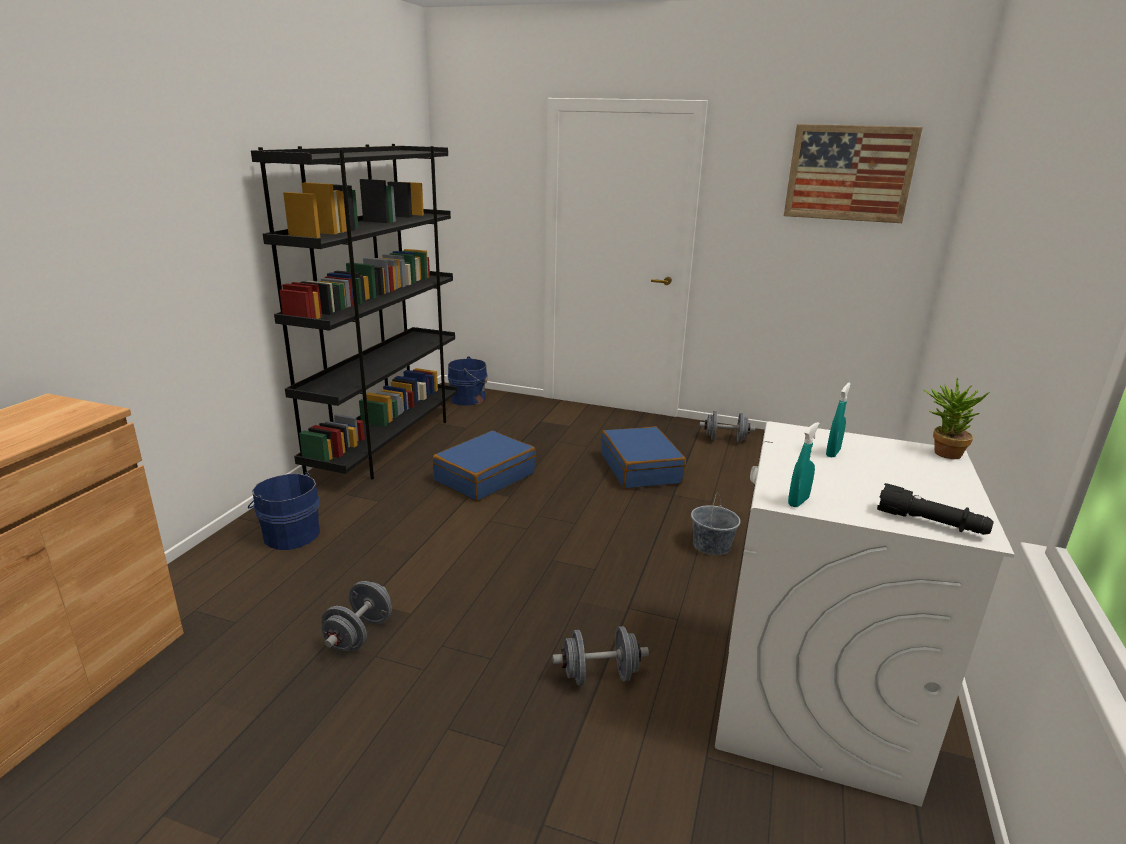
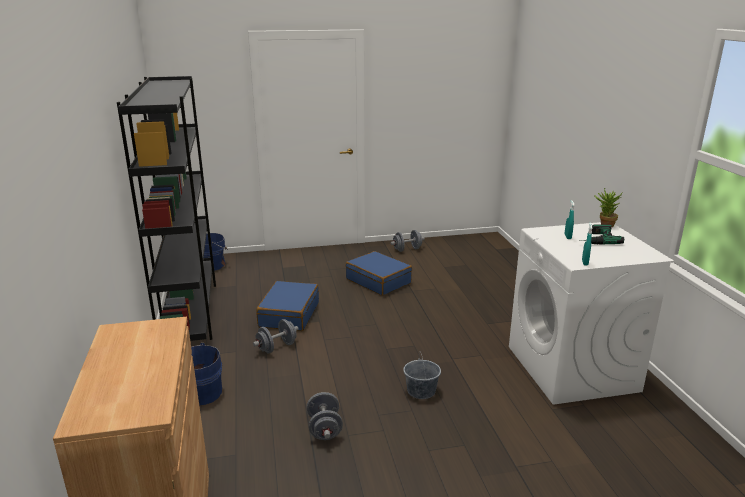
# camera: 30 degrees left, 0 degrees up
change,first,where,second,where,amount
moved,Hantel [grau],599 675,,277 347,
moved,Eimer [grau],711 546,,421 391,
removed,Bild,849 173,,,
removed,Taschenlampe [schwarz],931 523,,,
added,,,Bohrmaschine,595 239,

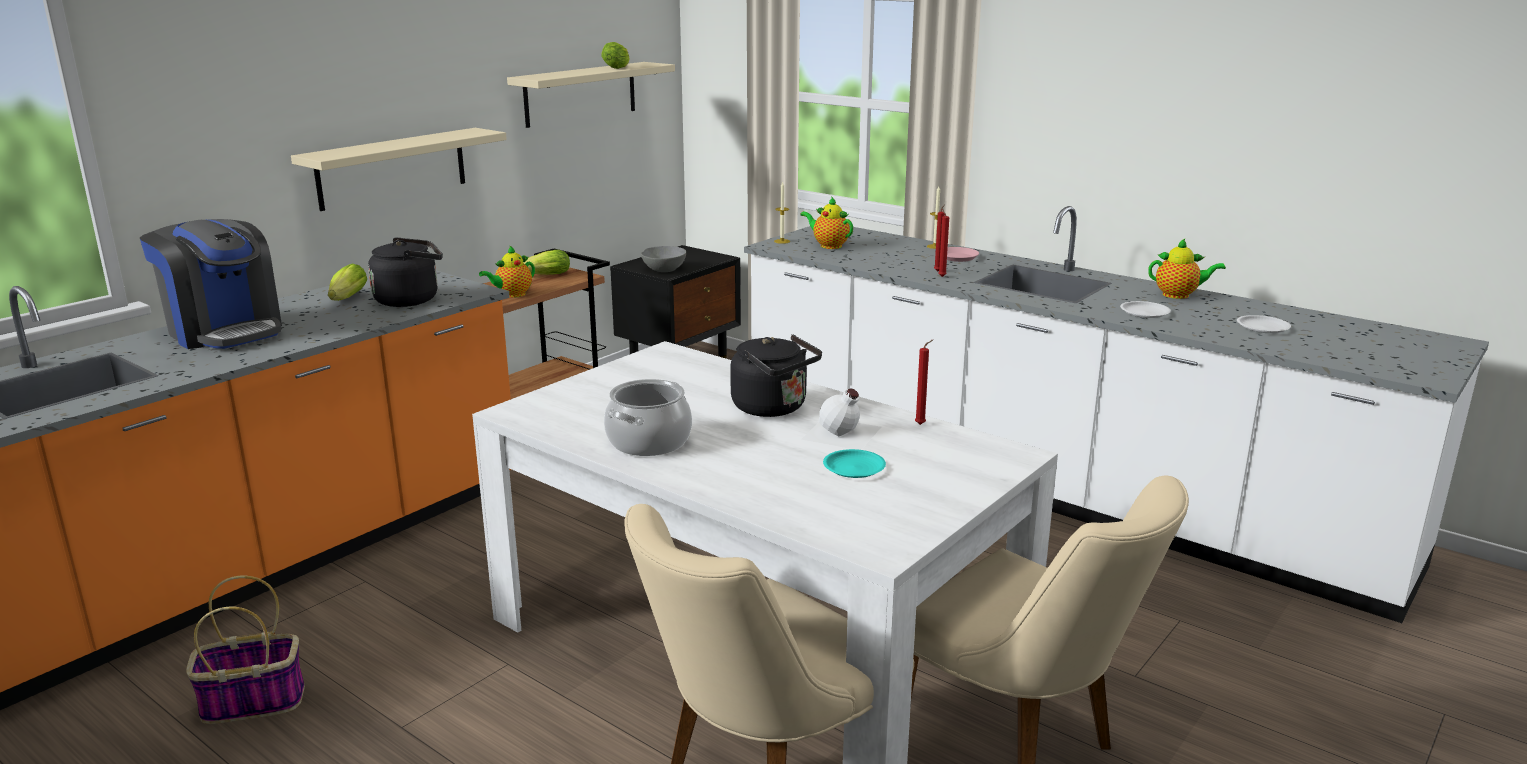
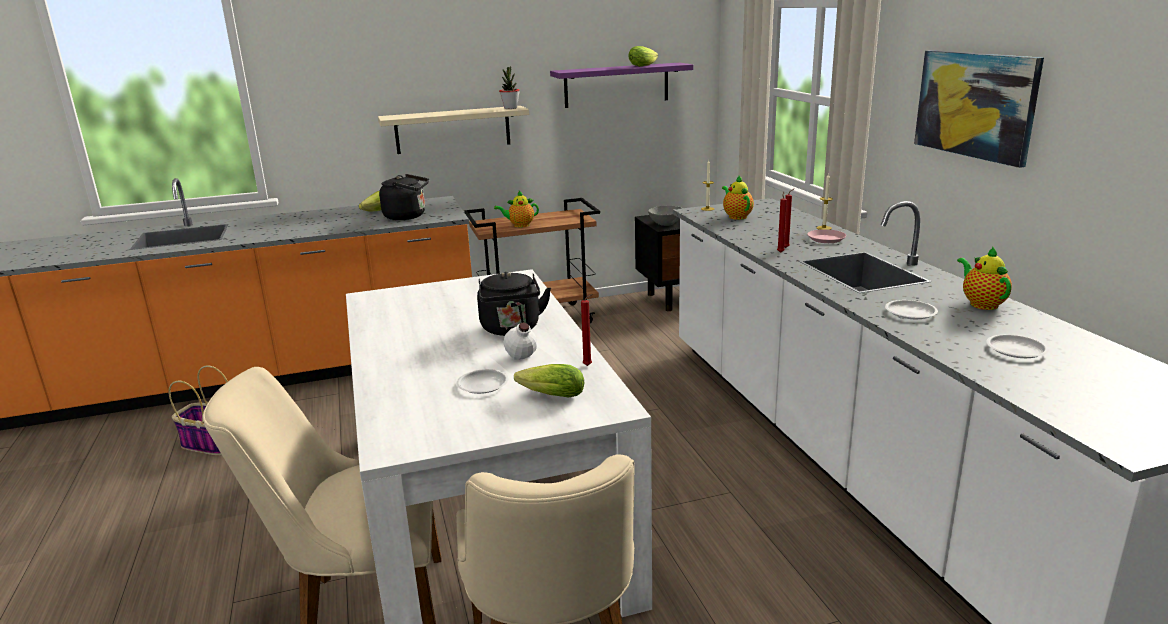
# camera: 35 degrees right, 0 degrees up
change,first,where,second,where,amount
removed,Kaffeemaschine,225 331,,,
recoloured,Wandregal [beige],580 94,Wandregal [lila],616 85,
moved,Salatkopf,544 276,,549 395,
removed,Kochtopf,648 441,,,
recoloured,Teller [türkis],854 468,Teller [weiß],483 385,
turned,Teekanne,1179 295,,981 304,150 degrees counterclockwise
added,,,Topfpflanze,510 108,
added,,,Bild,975 105,

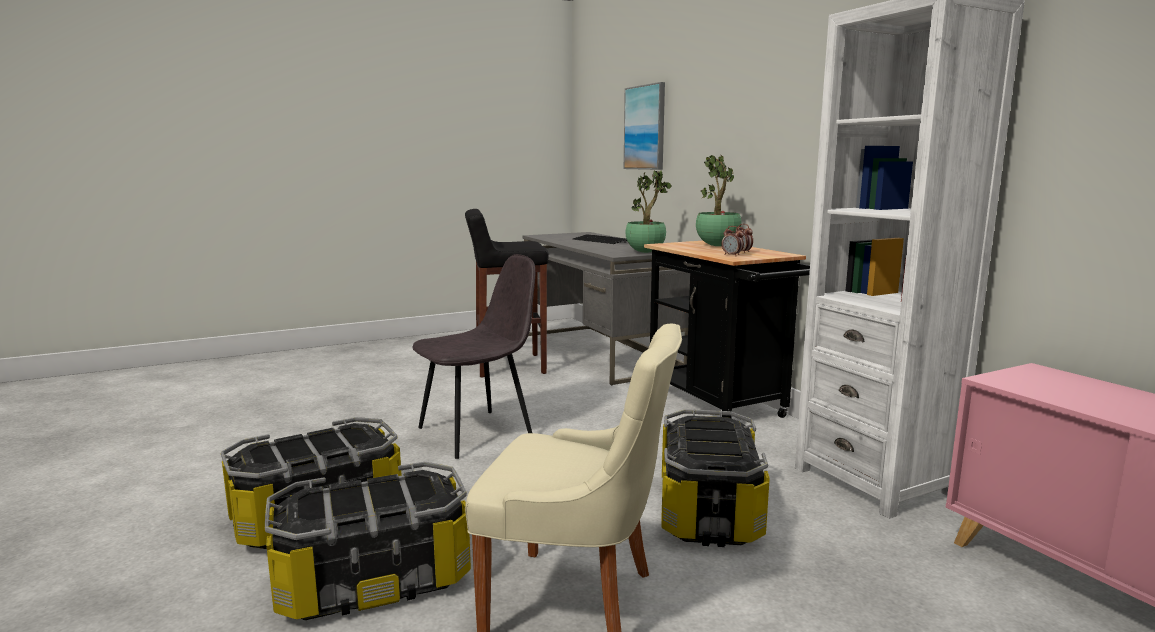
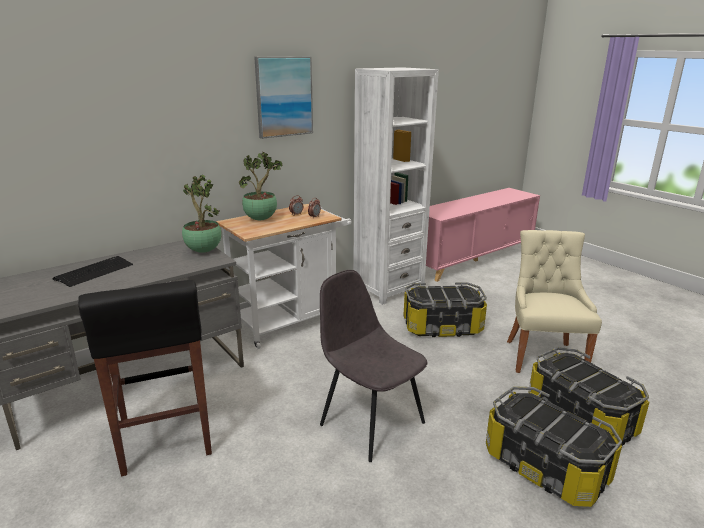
# camera: 100 degrees left, 10 degrees up
change,first,where,second,where,amount
moved,Bild,645 128,,284 96,
recoloured,Rollwagen [schwarz],720 406,Rollwagen [weiß],290 321,

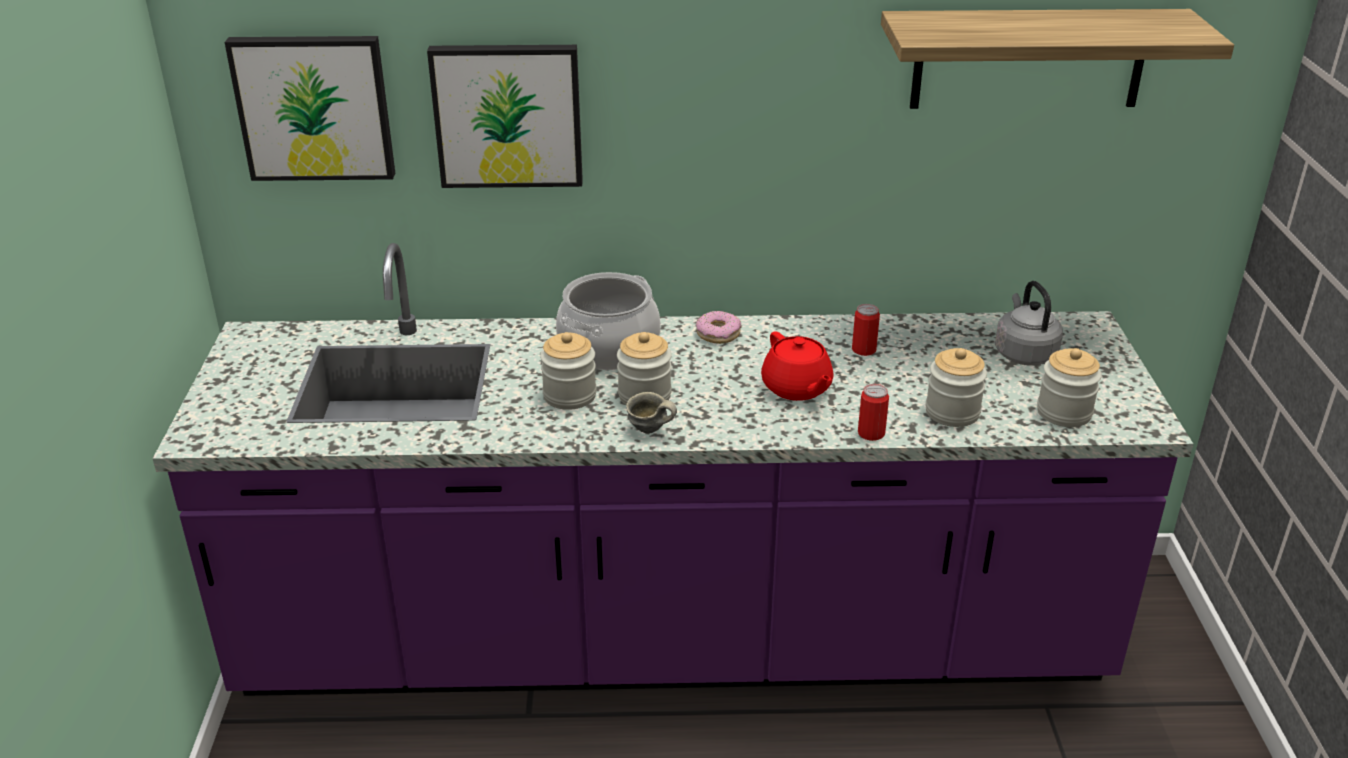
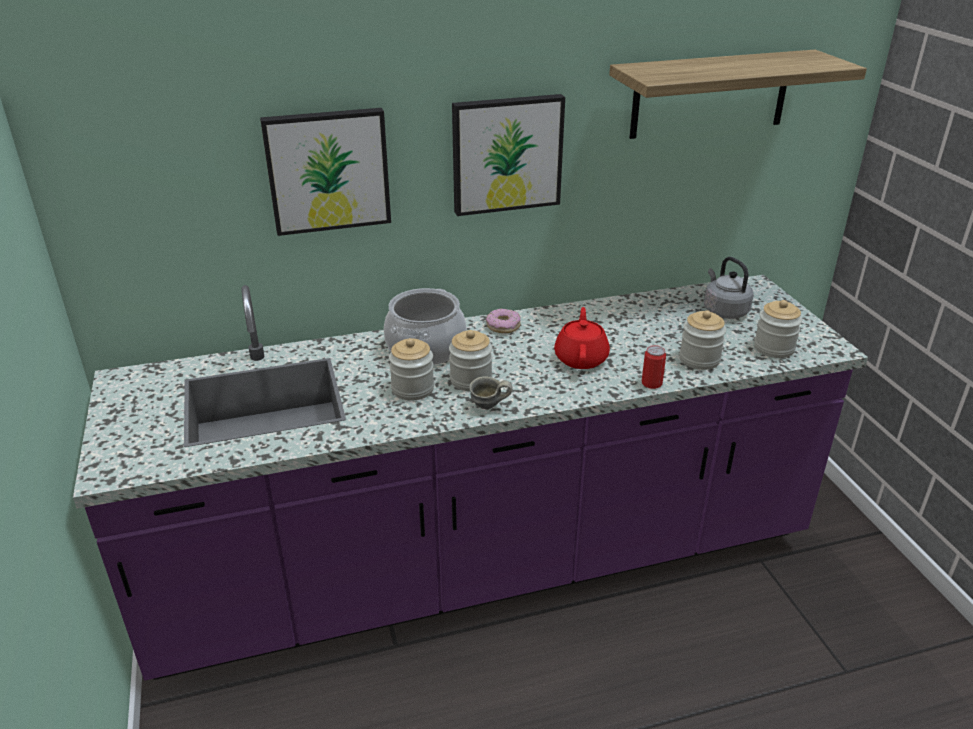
# camera: 15 degrees left, 0 degrees up
change,first,where,second,where,amount
moved,Bild,314 107,,506 154,
turned,Teekanne [rot],797 388,,581 358,135 degrees counterclockwise
removed,Dose,864 350,,,

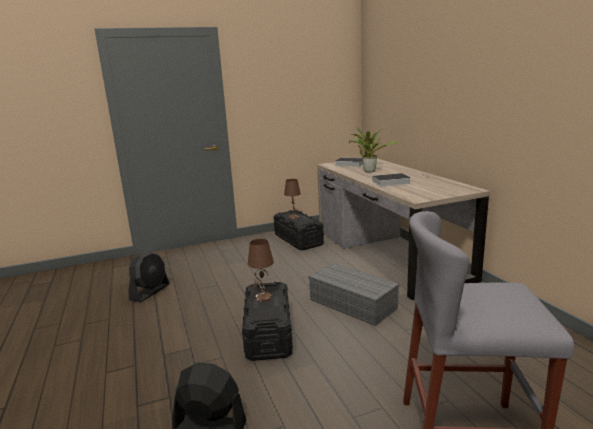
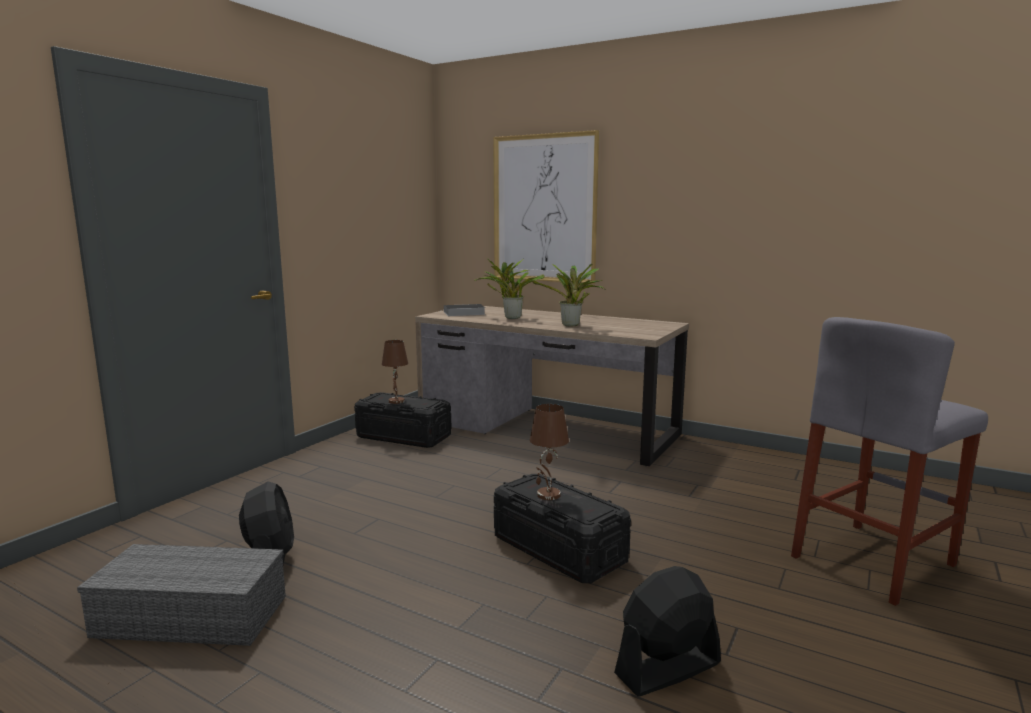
# camera: 40 degrees left, 5 degrees down
change,first,where,second,where,amount
moved,Aufbewahrungsbox [grau],354 304,,195 615,
replaced,Buch,390 182,Topfpflanze,571 325,
added,,,Bild,544 209,

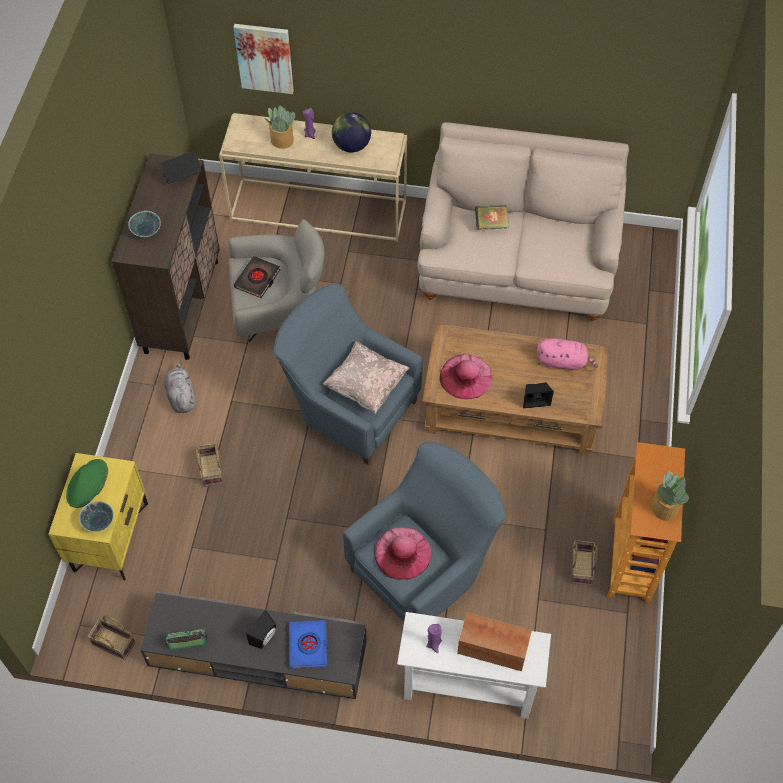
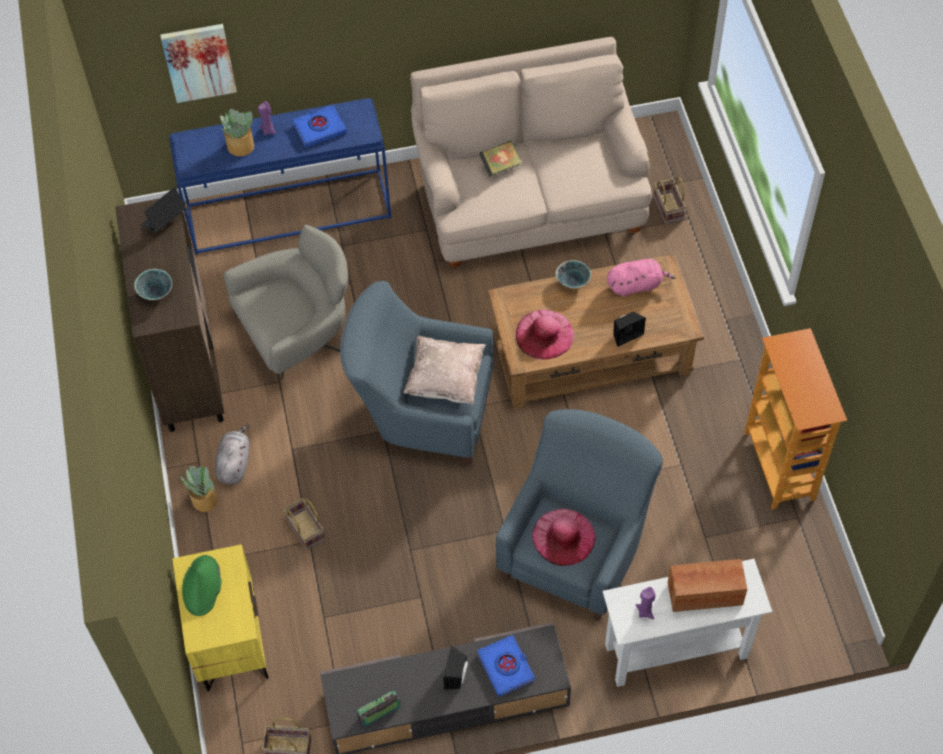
# camera: 20 degrees left, 0 degrees up
change,first,where,second,where,amount
moved,Schüssel,99 523,,573 282,
turned,Plüschtier [grau],181 396,,234 463,45 degrees clockwise
recoloured,Konsolentisch [beige],319 210,Konsolentisch [blau],290 210,
removed,Buch [schwarz],257 279,,,
replaced,Globus,351 145,Buch [blau],319 128,
moved,Korb,580 566,,667 207,
moved,Topfpflanze,664 508,,204 500,

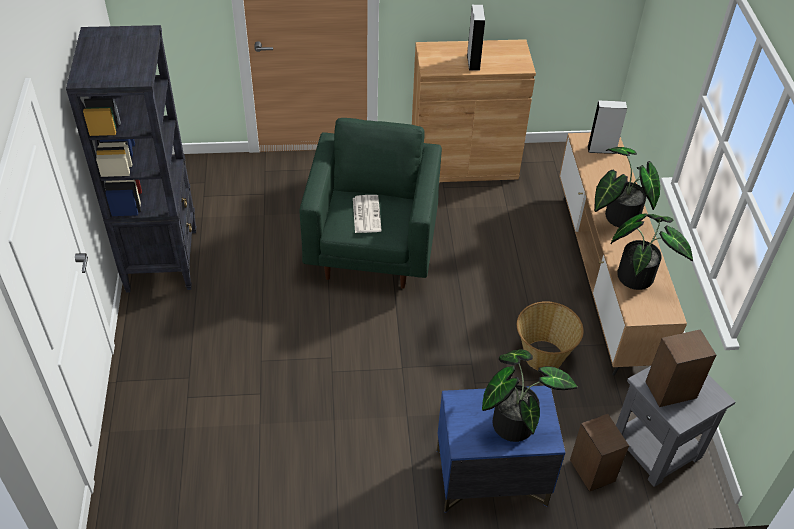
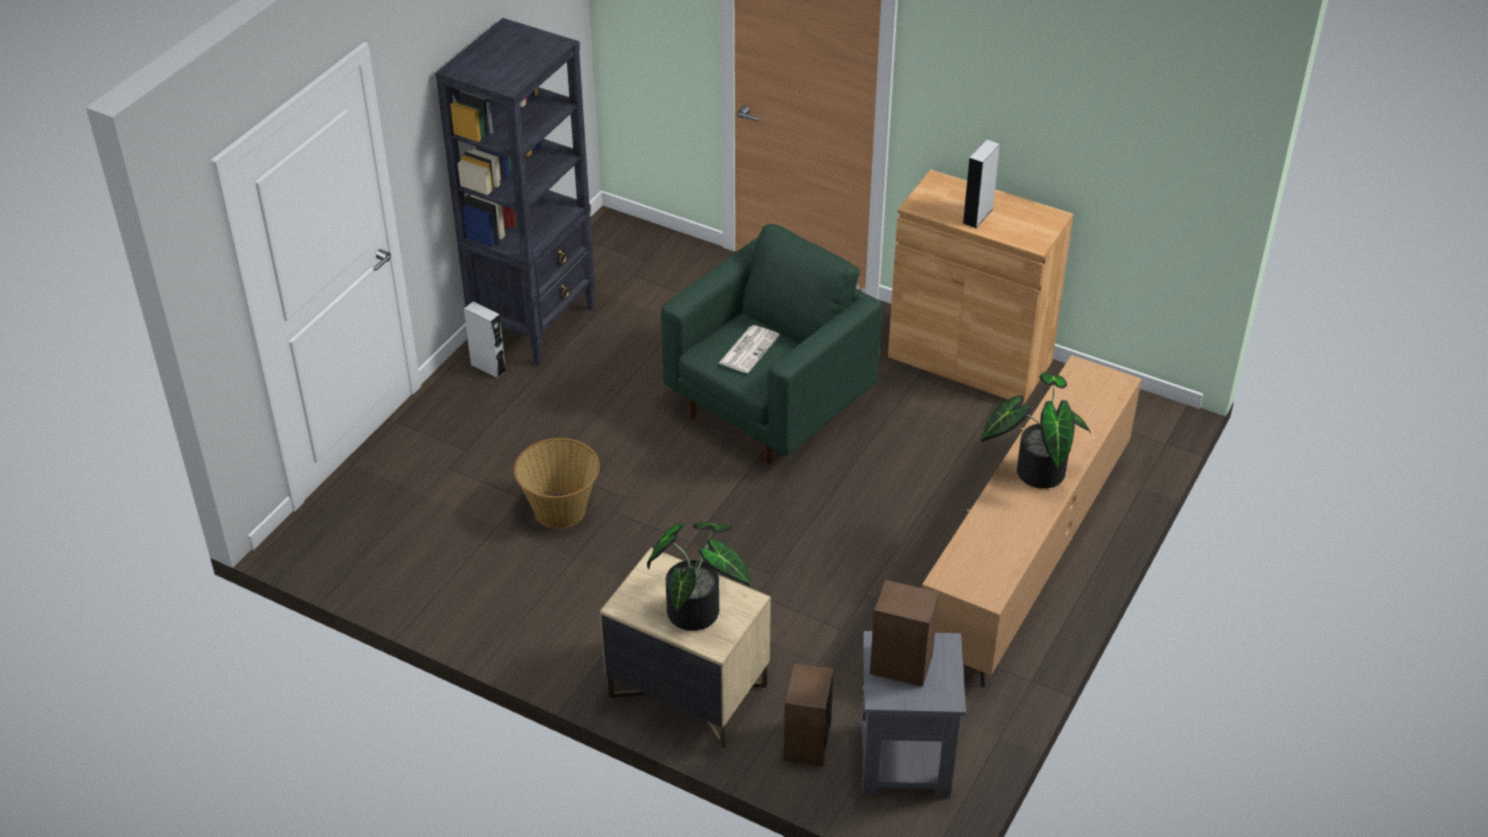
# camera: 35 degrees right, 5 degrees down
change,first,where,second,where,amount
recoloured,Nachttisch [blau],490 478,Nachttisch [beige],687 692,
moved,Korb,543 355,,560 509,
moved,Lautsprecher [grau],601 149,,488 368,
removed,Topfpflanze,639 275,,,

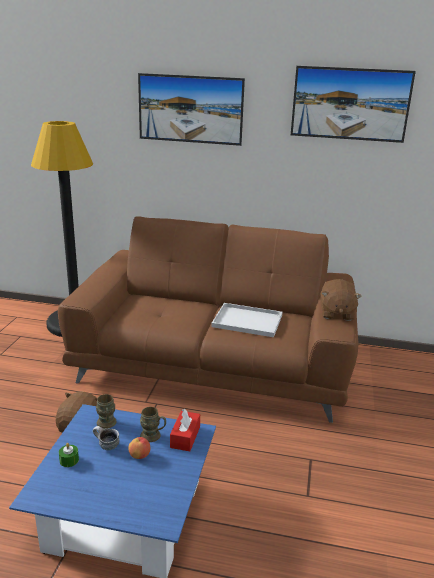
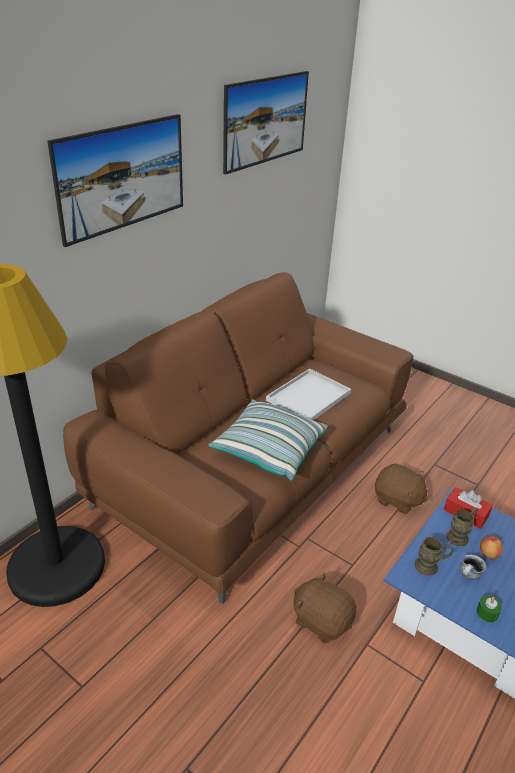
# camera: 65 degrees left, 10 degrees up
change,first,where,second,where,amount
moved,Plüschtier [braun],336 313,,397 500,
added,,,Kissen,269 450,

